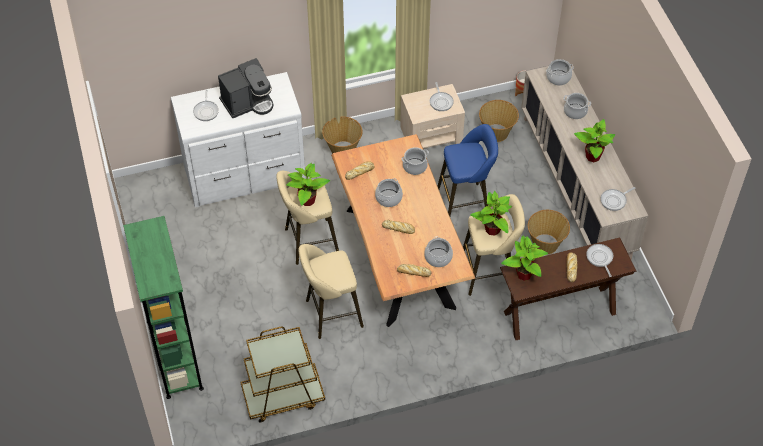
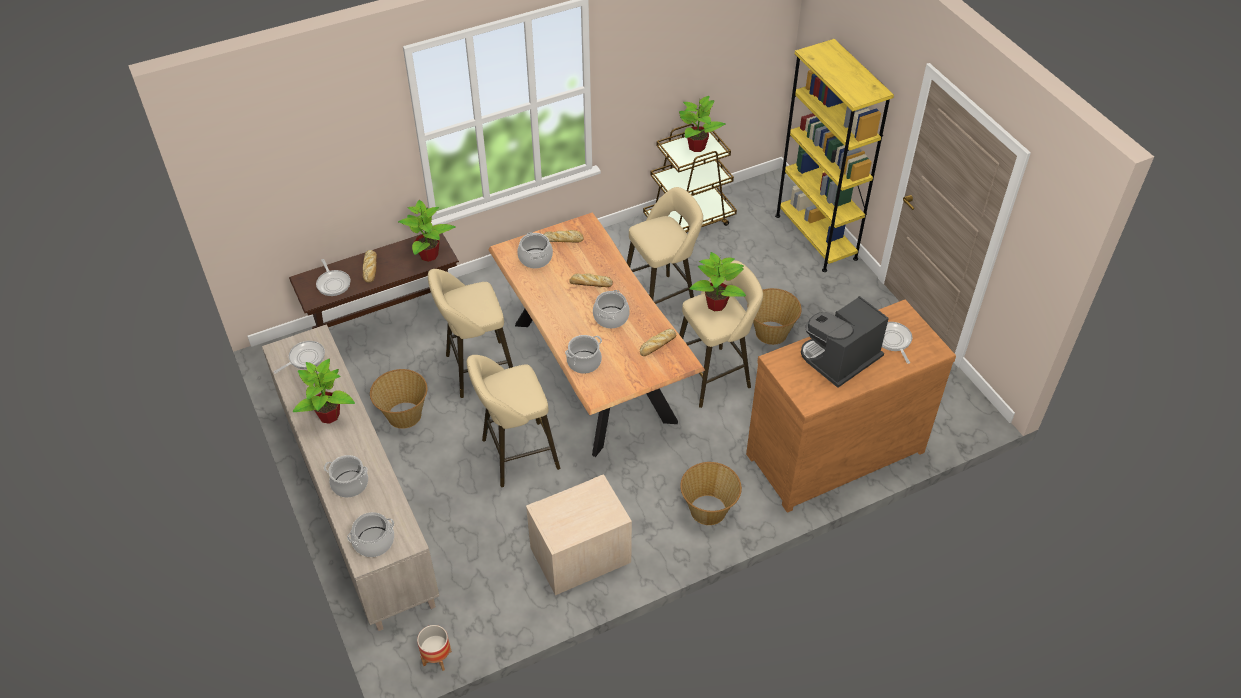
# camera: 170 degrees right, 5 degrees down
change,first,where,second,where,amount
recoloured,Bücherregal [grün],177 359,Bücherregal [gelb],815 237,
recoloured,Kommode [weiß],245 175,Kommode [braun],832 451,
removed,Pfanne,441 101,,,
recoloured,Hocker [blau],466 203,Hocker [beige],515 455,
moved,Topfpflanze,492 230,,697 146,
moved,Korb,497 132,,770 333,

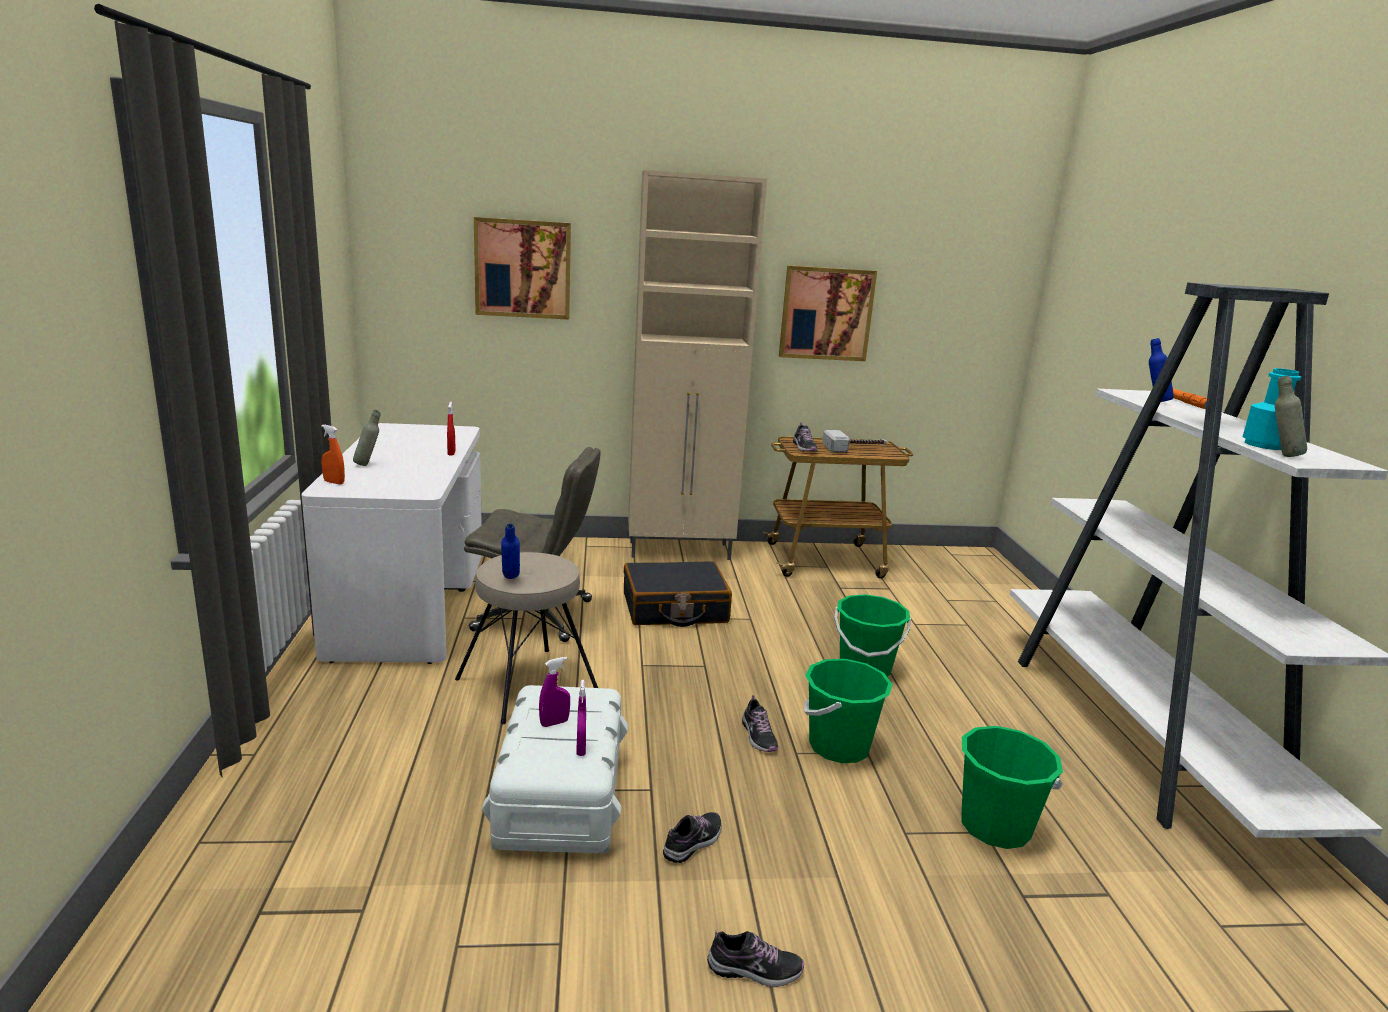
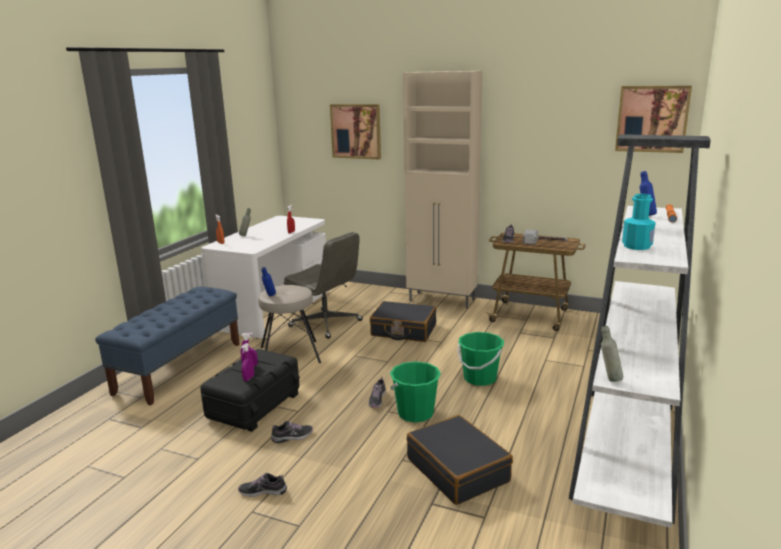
# camera: 30 degrees right, 0 degrees up
change,first,where,second,where,amount
recoloured,Aufbewahrungsbox [weiß],559 798,Aufbewahrungsbox [schwarz],254 405,
turned,Schuh,754 970,,263 491,150 degrees clockwise
moved,Bild,826 313,,652 119,
replaced,Eimer [grün],995 826,Koffer [schwarz],458 470,
moved,Flasche [grau],1280 455,,609 379,
added,,,Bank [blau],180 367,

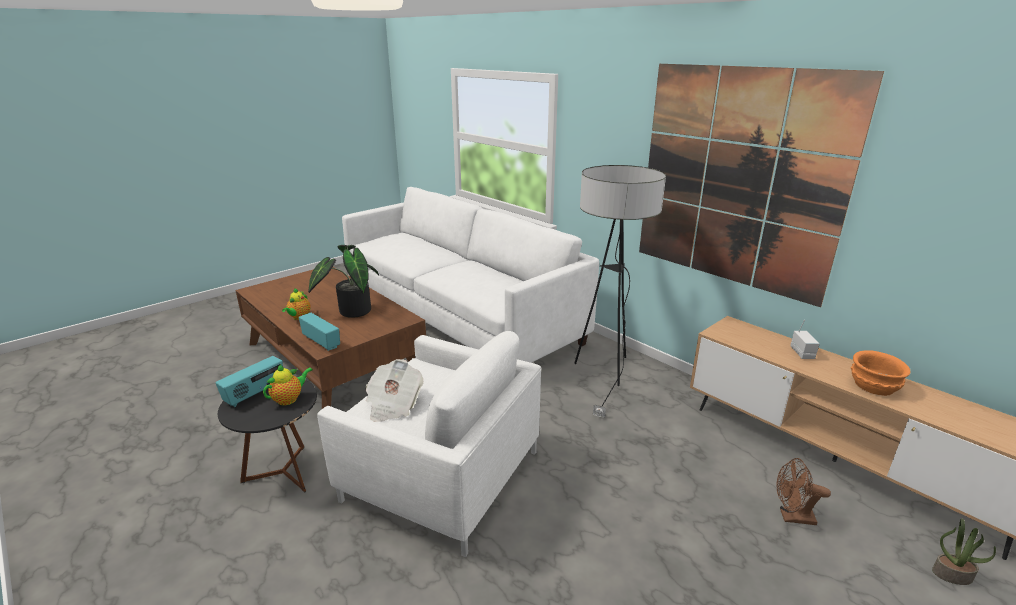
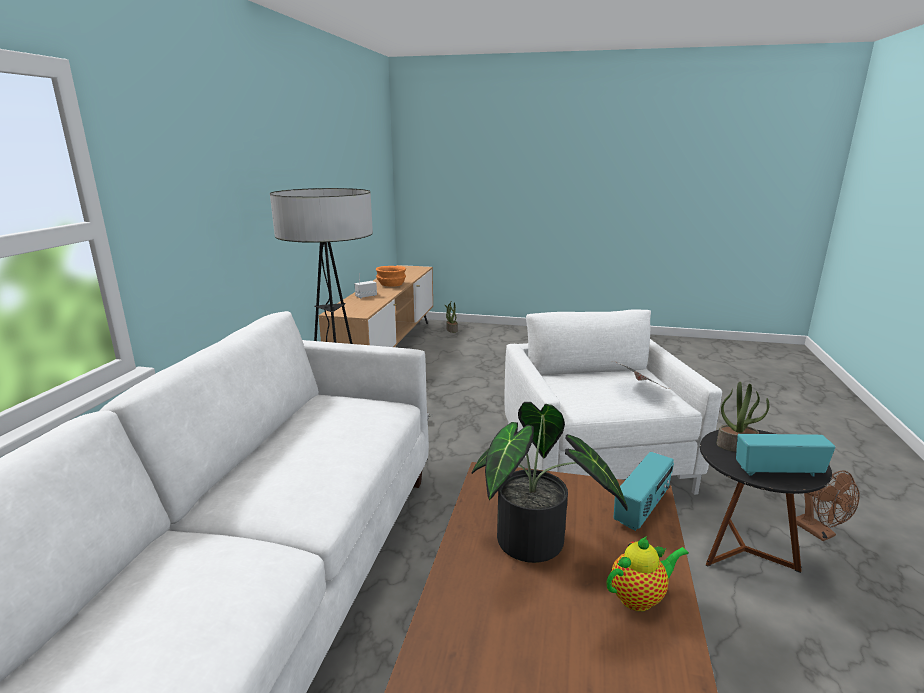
# camera: 125 degrees left, 5 degrees down
change,first,where,second,where,amount
replaced,Teekanne,289 399,Topfpflanze,736 446,
turned,Radio,322 342,,642 509,150 degrees counterclockwise
removed,Bild,737 179,,,
moved,Ventilator [braun],791 517,,819 533,

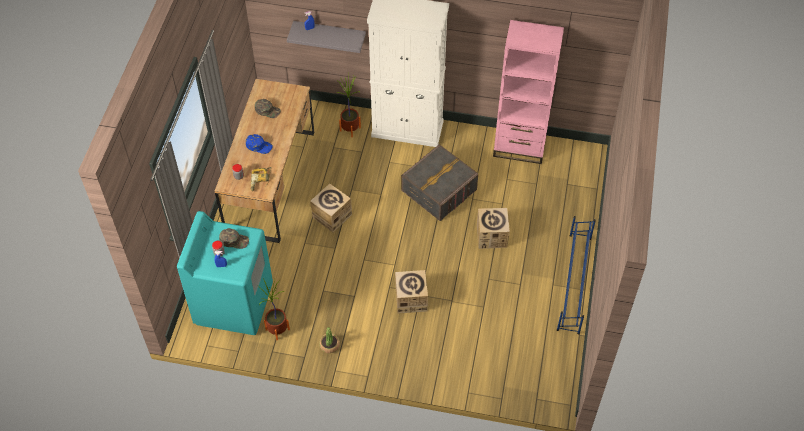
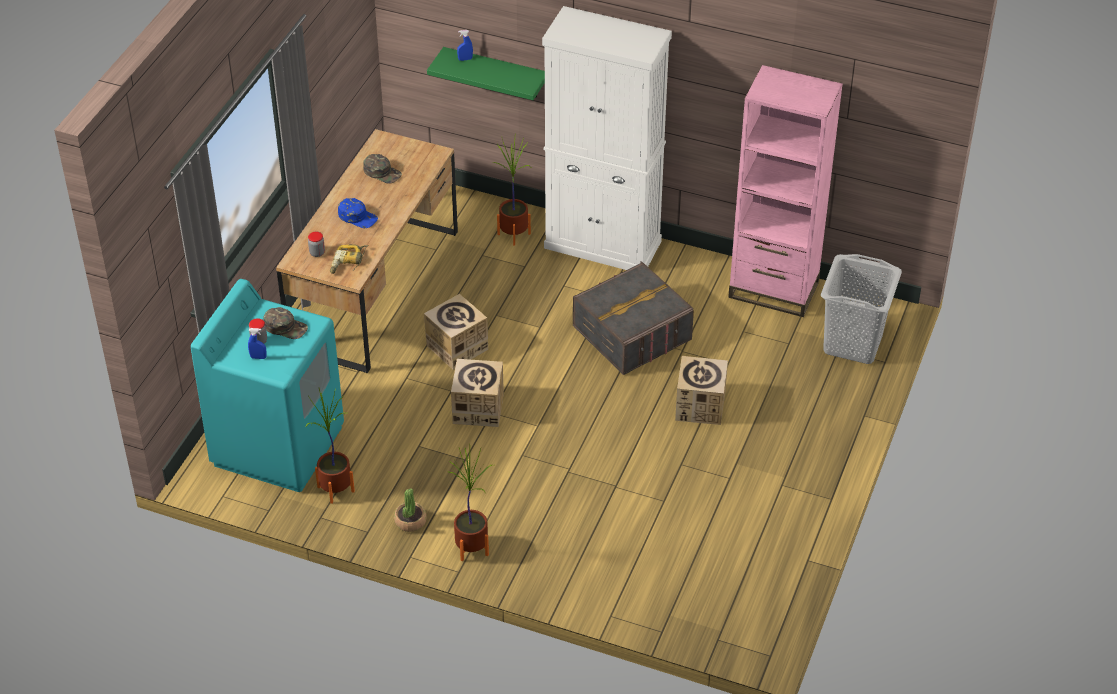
# camera: 10 degrees right, 10 degrees down
change,first,where,second,where,amount
recoloured,Wandregal [grau],330 33,Wandregal [grün],496 73,
moved,Karton,411 299,,478 408,
removed,Schuhregal [blau],574 283,,,
added,,,Topfpflanze,472 548,
added,,,Wäschekorb [grau],853 343,

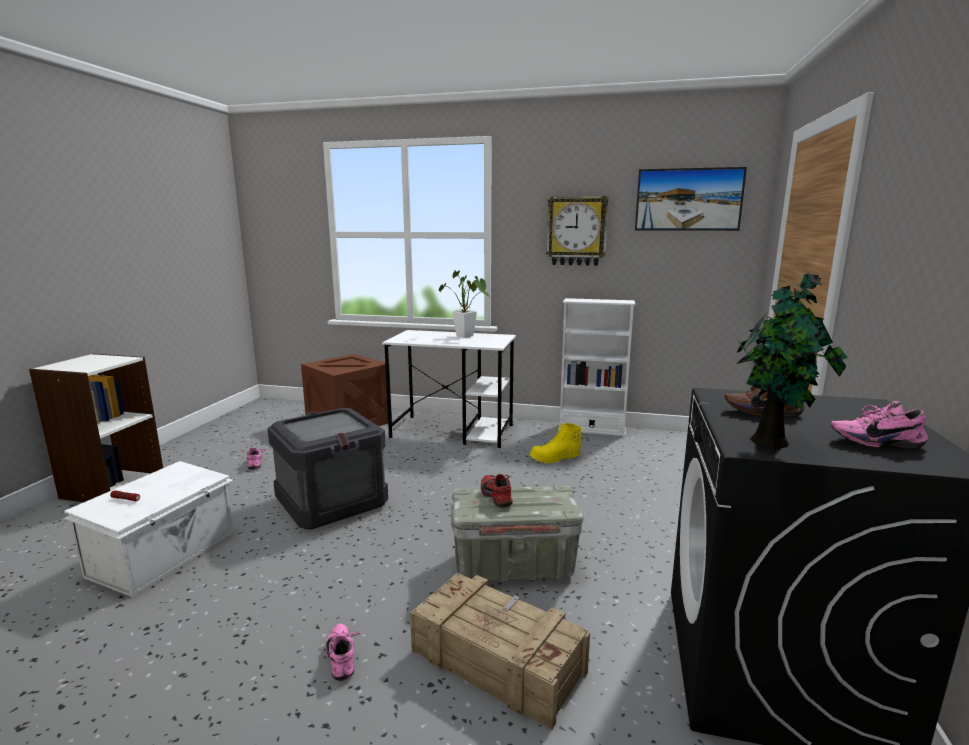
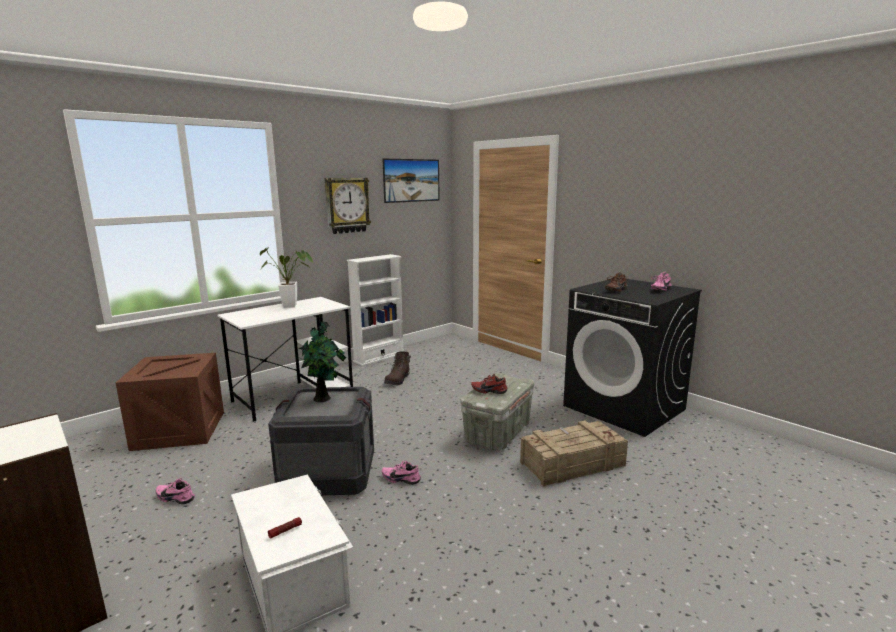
# camera: 55 degrees left, 0 degrees up
change,first,where,second,where,amount
moved,Schuh [rosa],343 658,,401 479,
recoloured,Stiefel [gelb],555 458,Stiefel [braun],398 380,
moved,Topfpflanze,773 442,,323 398,

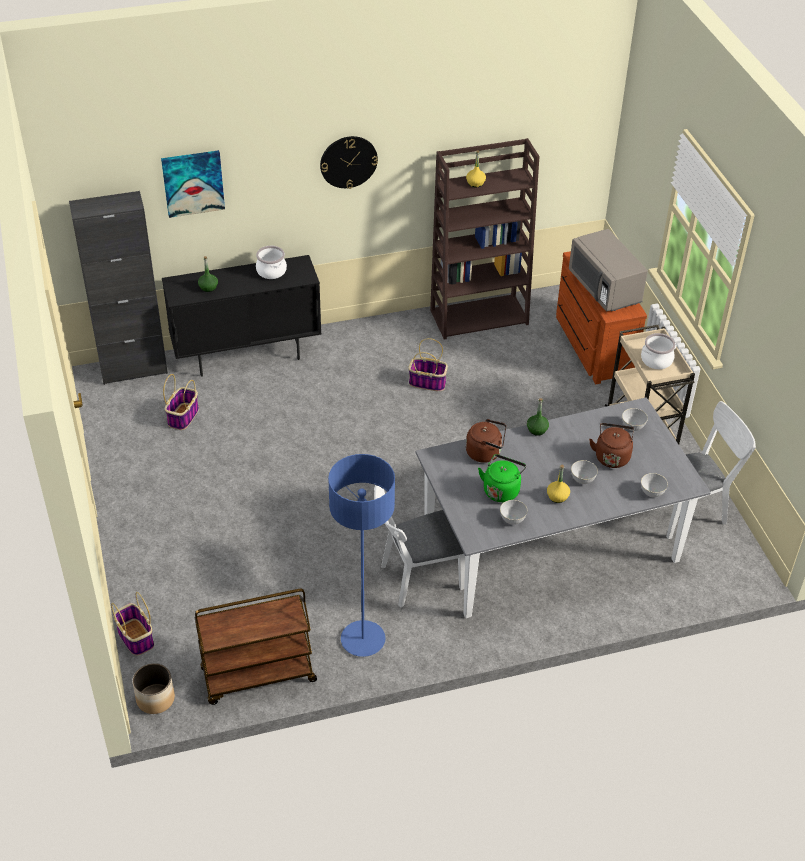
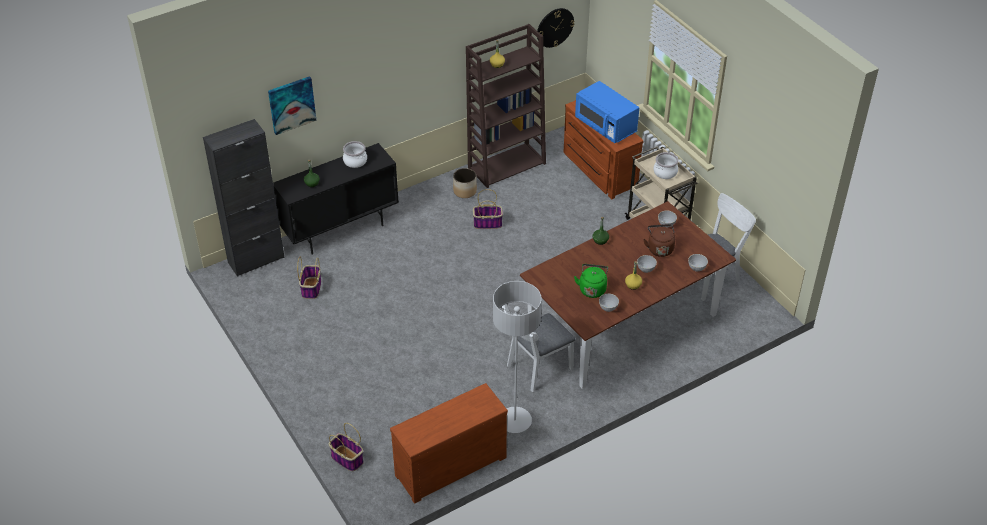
# camera: 15 degrees left, 0 degrees up
change,first,where,second,where,amount
moved,Pflanzkübel,155 698,,465 191,
replaced,Rollwagen [braun],257 676,Kommode [braun],449 464,
moved,Wanduhr,348 161,,555 27,
recoloured,Stehlampe [blau],363 640,Stehlampe [grau],515 421,
recoloured,Esstisch [grau],550 544,Esstisch [braun],622 323,
removed,Wasserkessel [braun],485 452,,,
recoloured,Mikrowelle [grau],604 288,Mikrowelle [blau],605 126,

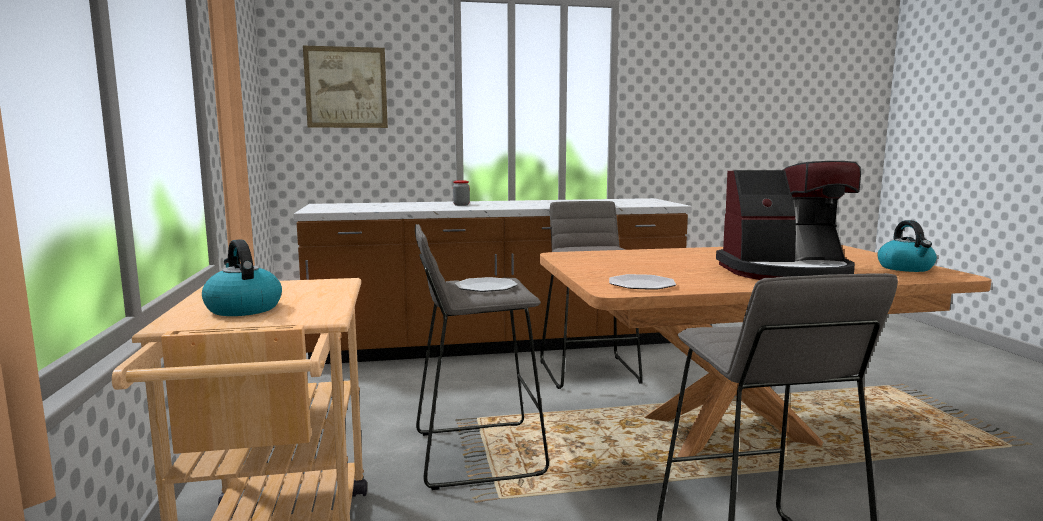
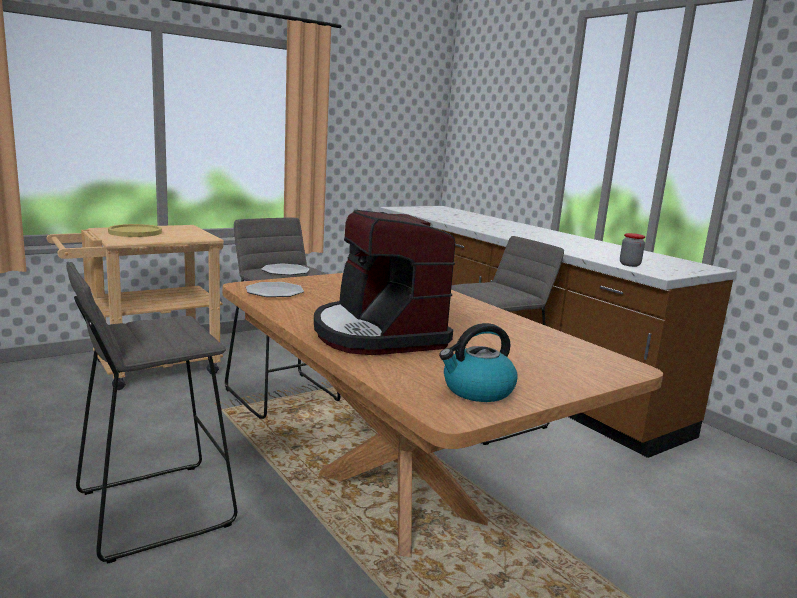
# camera: 65 degrees right, 5 degrees up
change,first,where,second,where,amount
replaced,Wasserkessel,243 308,Teller [gelb],135 232,
removed,Bild,346 87,,,
moved,Vorratsglas,461 205,,629 265,

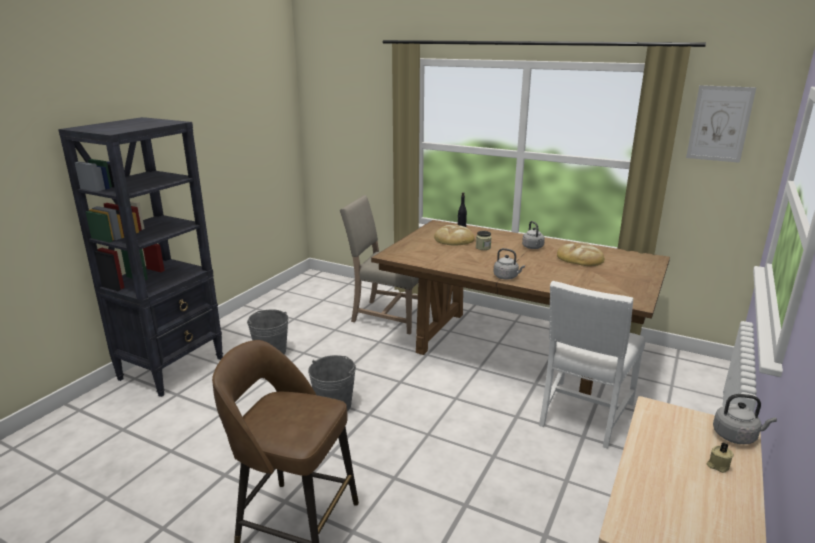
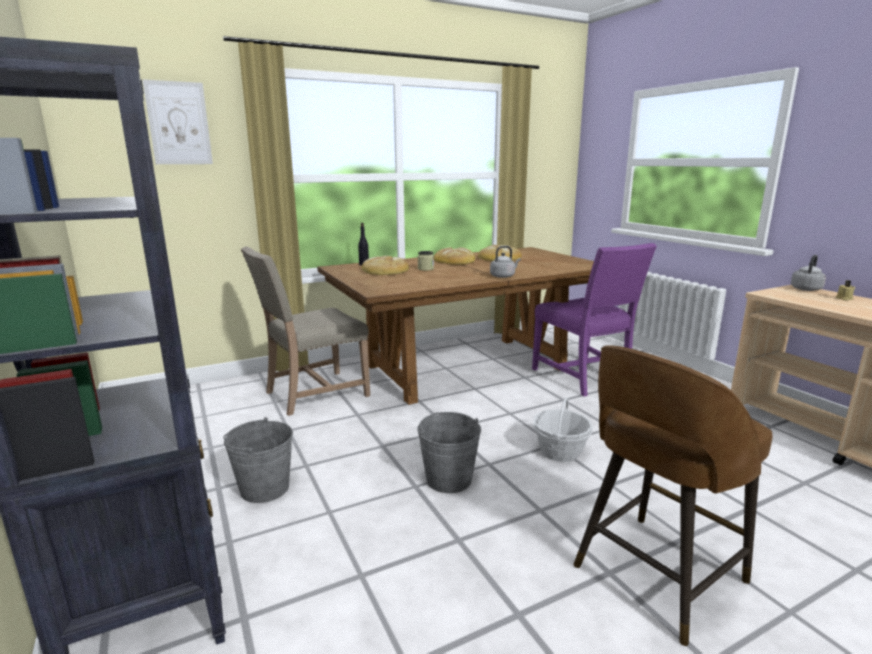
# camera: 55 degrees left, 5 degrees down
change,first,where,second,where,amount
replaced,Wasserkessel [grau],533 247,Brot,455 261,
recoloured,Stuhl [weiß],583 415,Stuhl [lila],584 377,
moved,Bild,719 124,,179 123,
added,,,Korb,560 451,

